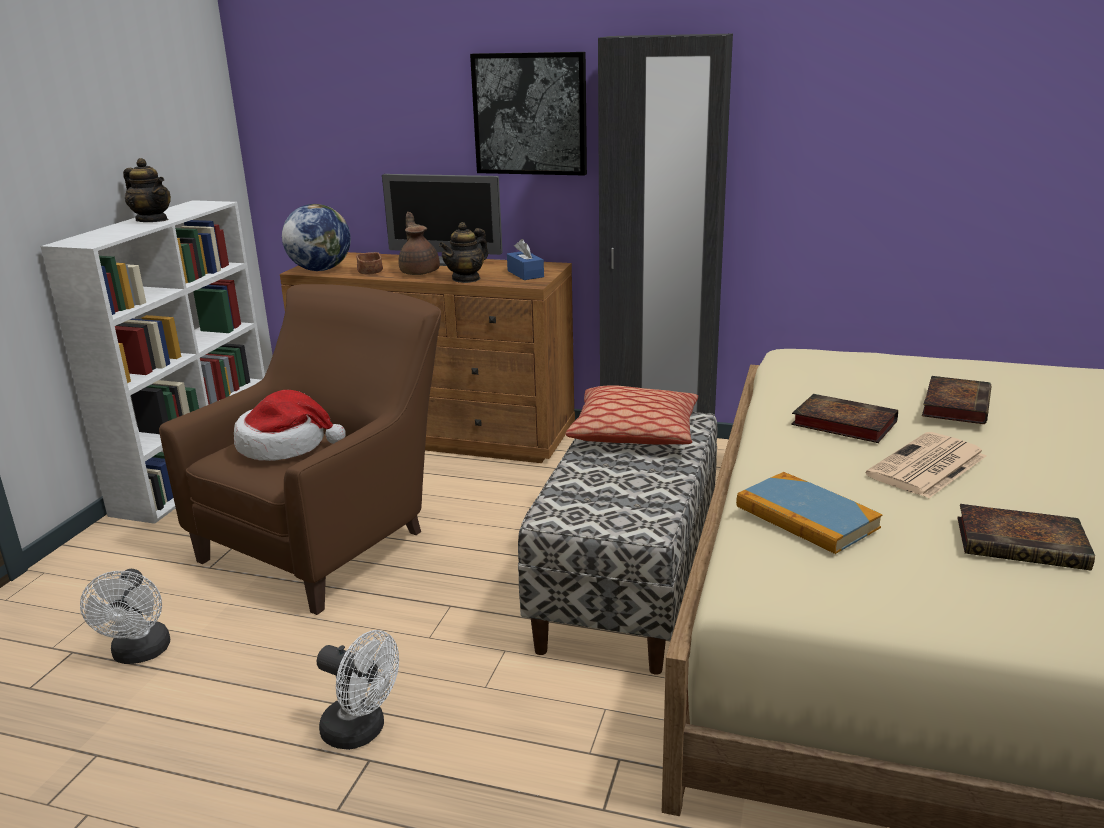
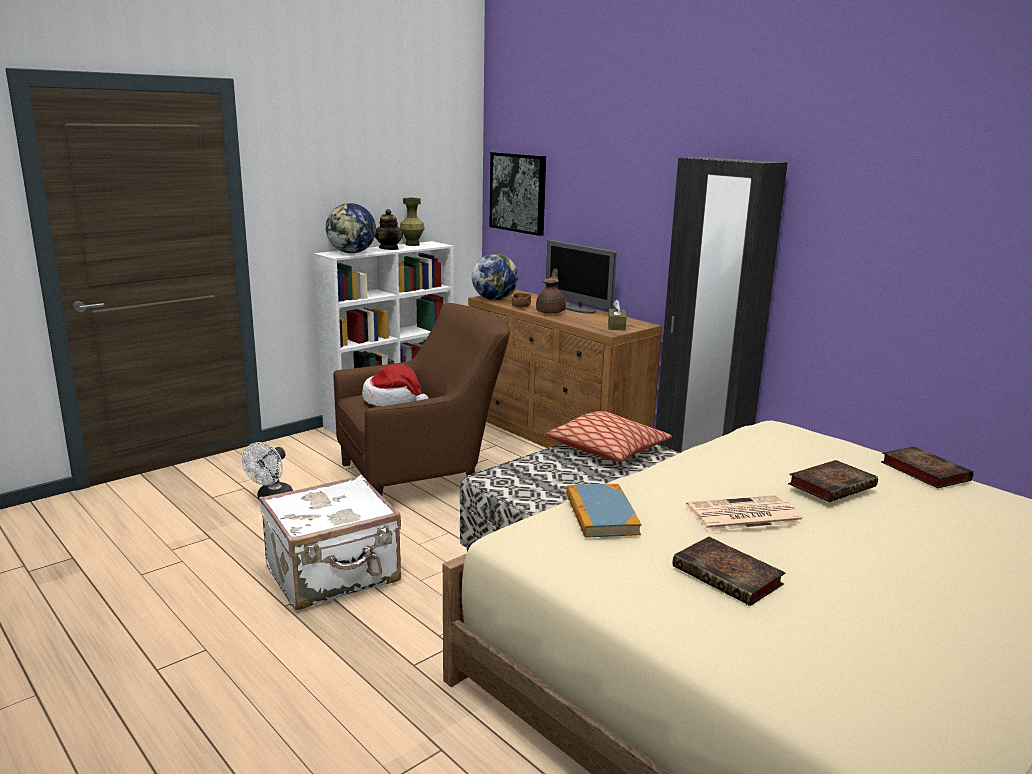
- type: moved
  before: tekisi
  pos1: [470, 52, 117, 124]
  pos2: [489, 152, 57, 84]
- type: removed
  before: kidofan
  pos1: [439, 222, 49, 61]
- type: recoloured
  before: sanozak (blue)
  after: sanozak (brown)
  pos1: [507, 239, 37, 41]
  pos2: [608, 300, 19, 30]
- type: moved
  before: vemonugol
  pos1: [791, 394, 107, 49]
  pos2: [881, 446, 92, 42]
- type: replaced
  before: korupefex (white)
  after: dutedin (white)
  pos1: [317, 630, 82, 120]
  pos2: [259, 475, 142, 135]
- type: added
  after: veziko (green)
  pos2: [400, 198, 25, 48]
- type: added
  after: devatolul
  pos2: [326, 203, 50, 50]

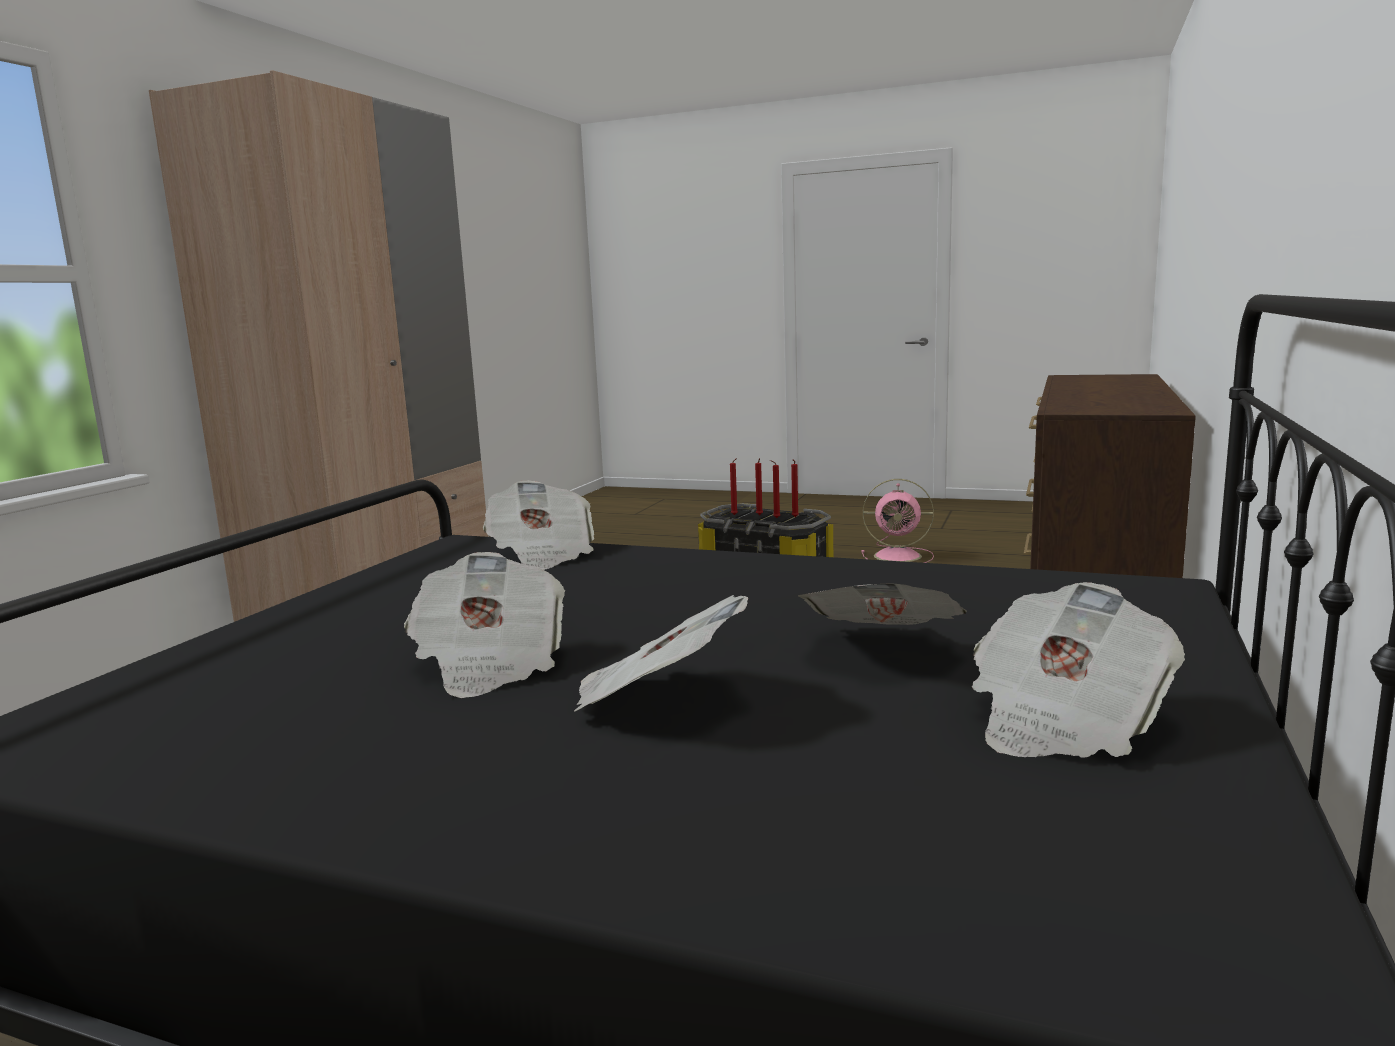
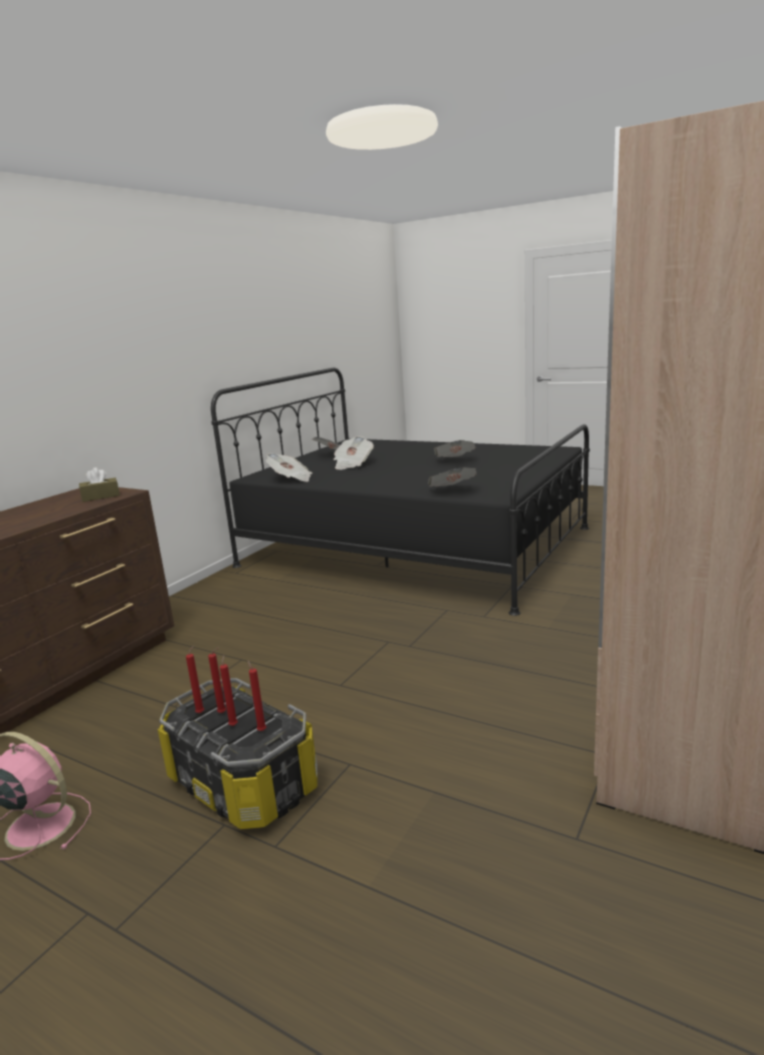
- type: moved
  before: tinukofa
  pos1: [574, 595, 174, 117]
  pos2: [266, 453, 46, 29]
- type: added
  after: sanozak (brown)
  pos2: [79, 467, 41, 35]

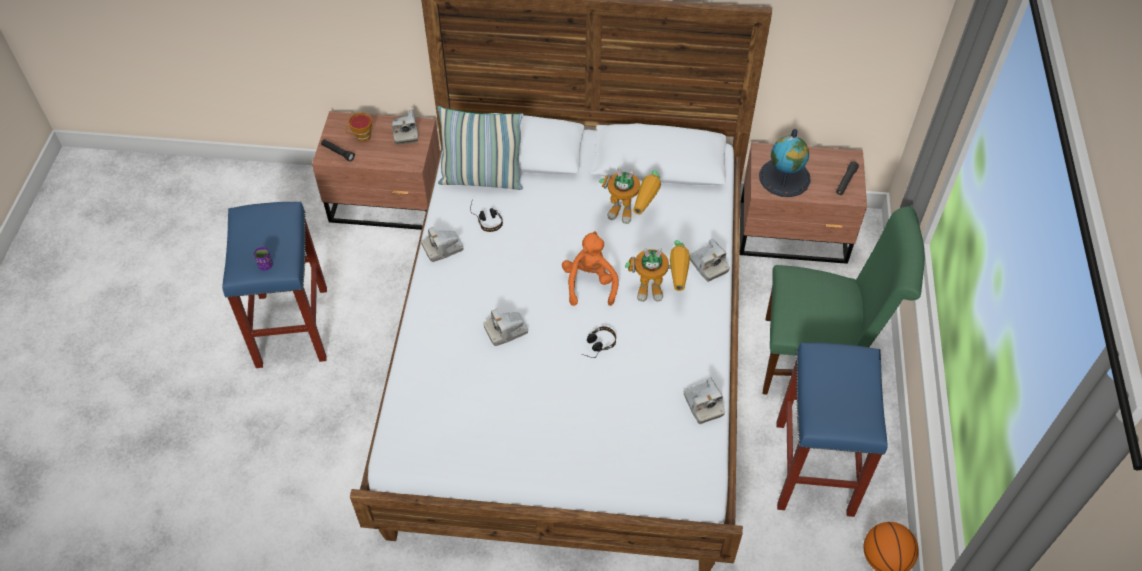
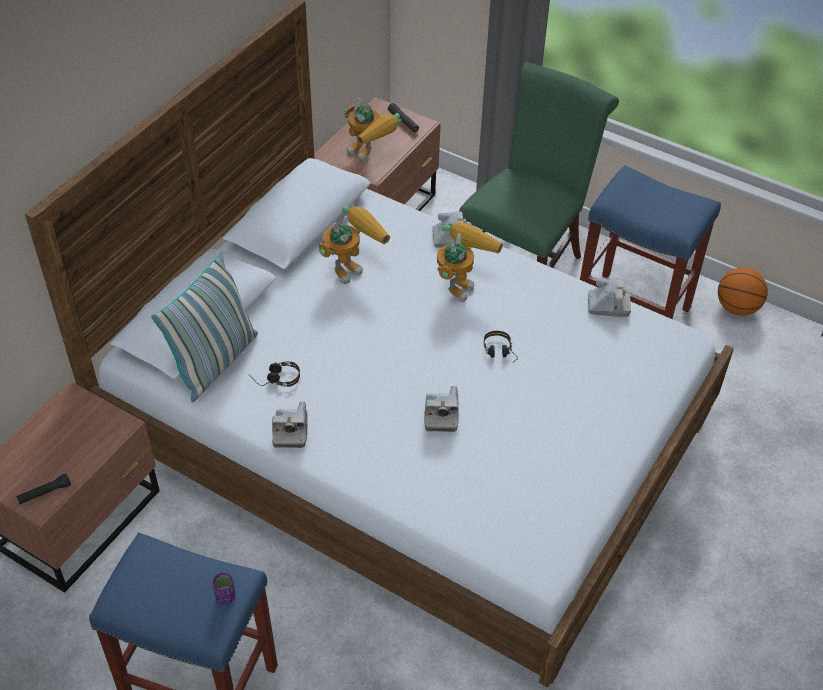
- type: removed
  before: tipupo
  pos1: [392, 109, 26, 36]
- type: removed
  before: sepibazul
  pos1: [346, 113, 26, 29]
- type: replaced
  before: devatolul
  after: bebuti
  pos1: [759, 129, 52, 68]
  pos2: [344, 98, 57, 63]
- type: removed
  before: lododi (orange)
  pos1: [562, 231, 56, 75]

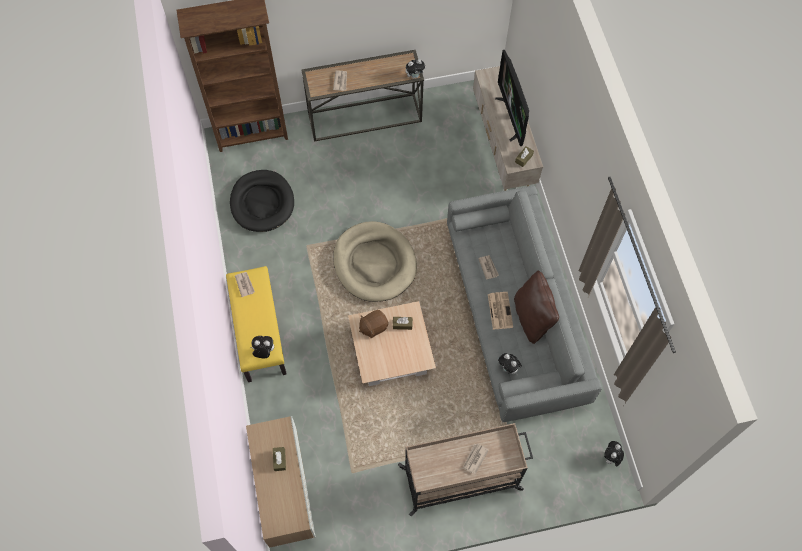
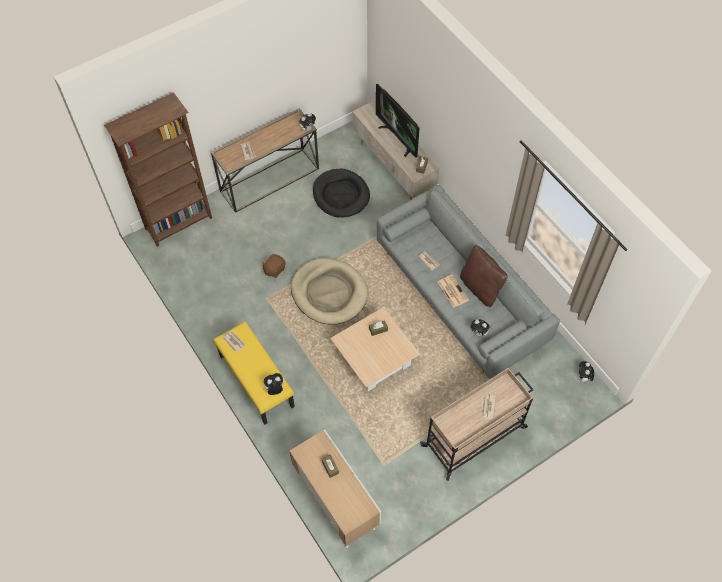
- type: moved
  before: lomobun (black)
  pos1: [230, 170, 64, 62]
  pos2: [313, 169, 57, 49]
- type: moved
  before: lododi (brown)
  pos1: [359, 310, 29, 28]
  pos2: [262, 254, 24, 24]

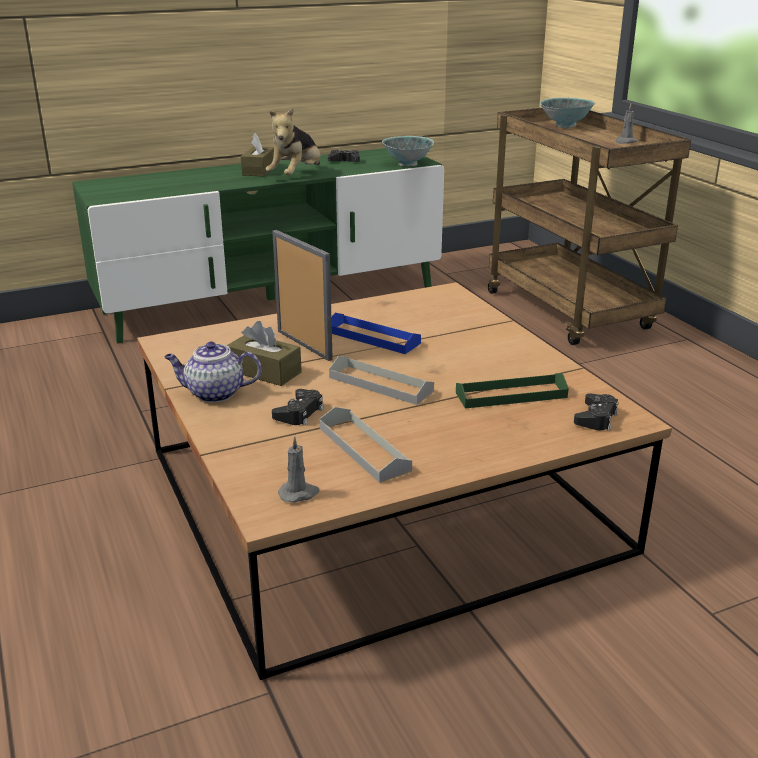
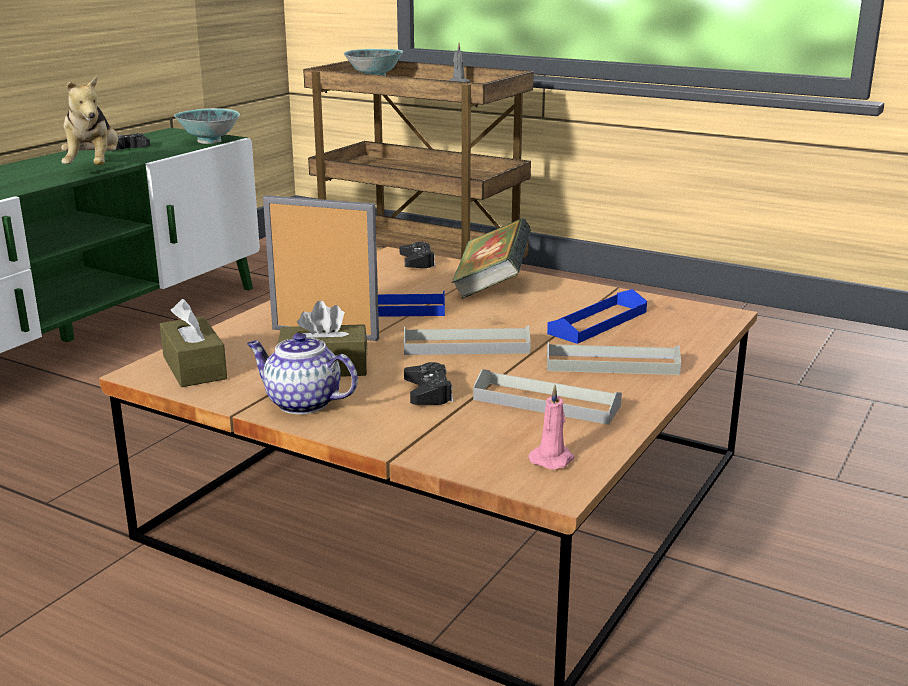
- type: moved
  before: sanozak (brown)
  pos1: [241, 133, 33, 43]
  pos2: [160, 299, 67, 88]
- type: turned
  before: kidofan
  pos1: [164, 342, 97, 61]
  pos2: [247, 333, 111, 81]
  turn: 60
- type: recoloured
  before: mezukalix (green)
  after: mezukalix (blue)
  pos1: [456, 373, 113, 35]
  pos2: [547, 289, 100, 55]
- type: moved
  before: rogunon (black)
  pos1: [574, 393, 44, 38]
  pos2: [400, 241, 36, 27]
- type: recoloured
  before: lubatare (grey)
  after: lubatare (pink)
  pos1: [278, 436, 41, 67]
  pos2: [528, 385, 46, 85]
- type: added
  after: vemonugol
  pos2: [451, 218, 80, 81]
- type: added
  after: mezukalix (grey)
  pos2: [547, 342, 134, 33]

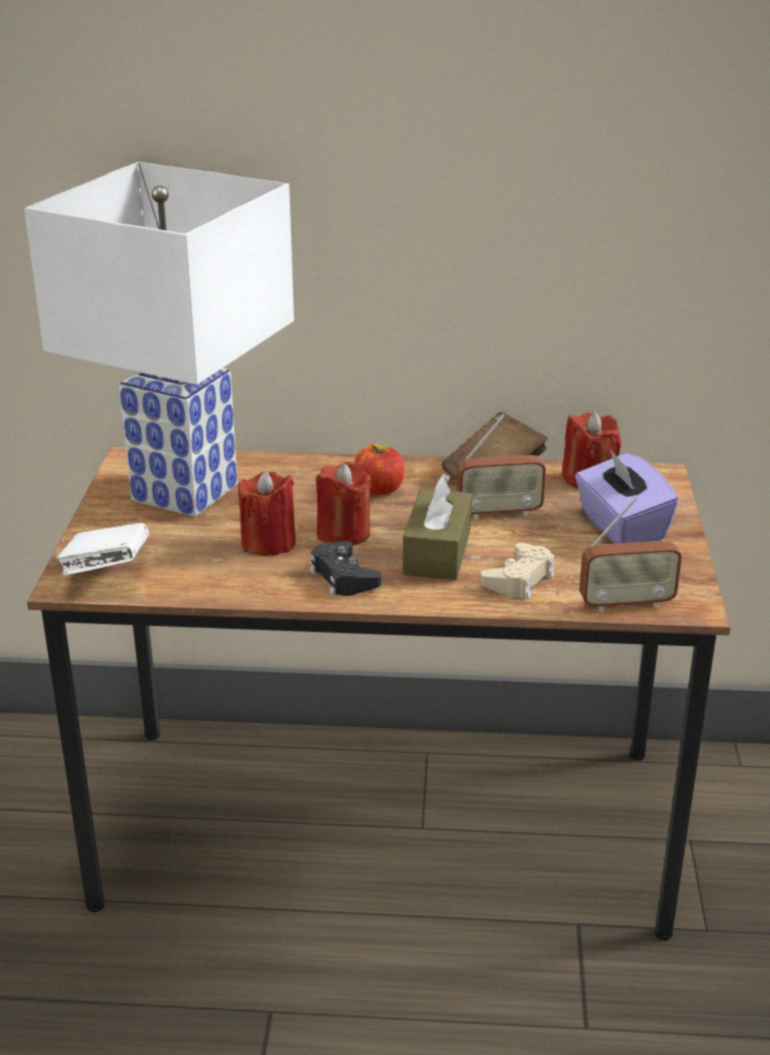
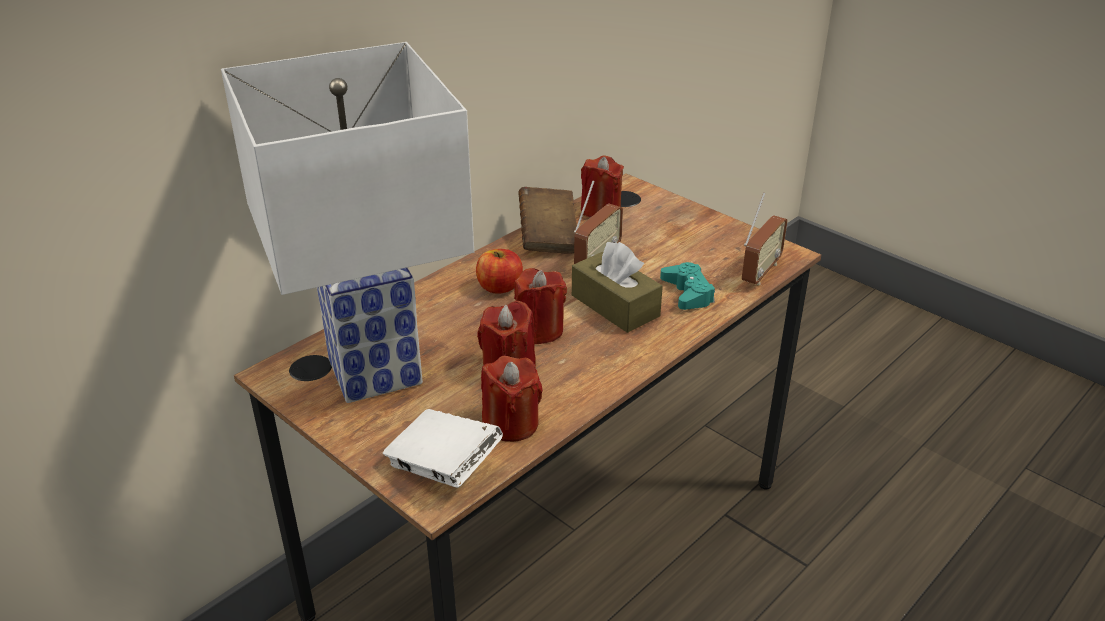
- type: removed
  before: sanozak (purple)
  pos1: [575, 449, 104, 95]
- type: removed
  before: rogunon (black)
  pos1: [310, 541, 71, 55]
- type: recoloured
  before: rogunon (beige)
  after: rogunon (turquoise)
  pos1: [480, 543, 75, 56]
  pos2: [660, 262, 55, 48]
- type: added
  after: lubatare (red)
  pos2: [481, 356, 62, 86]

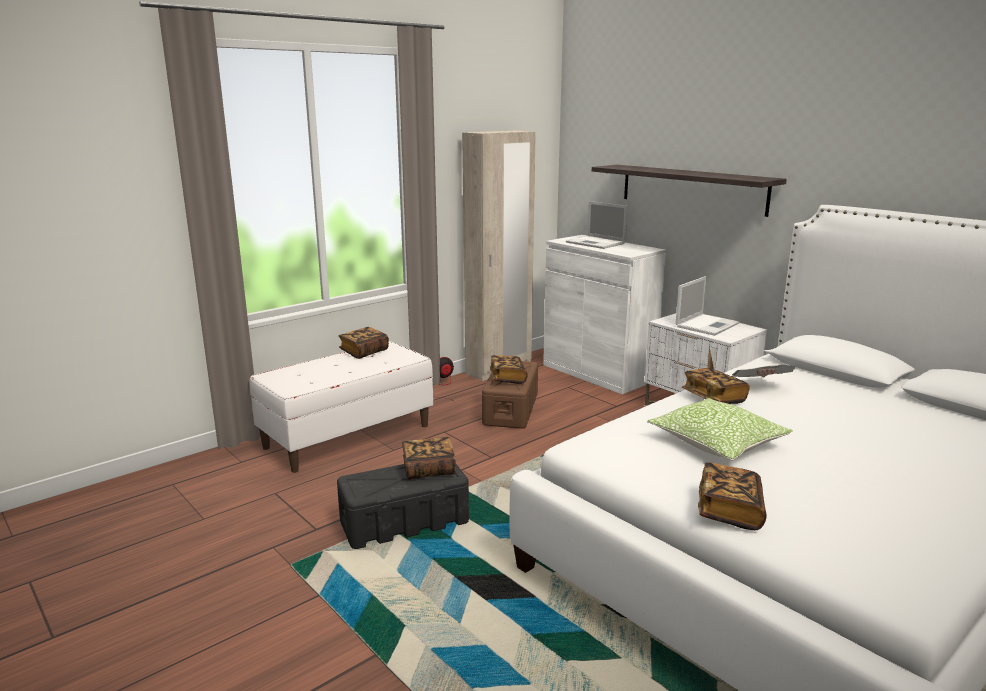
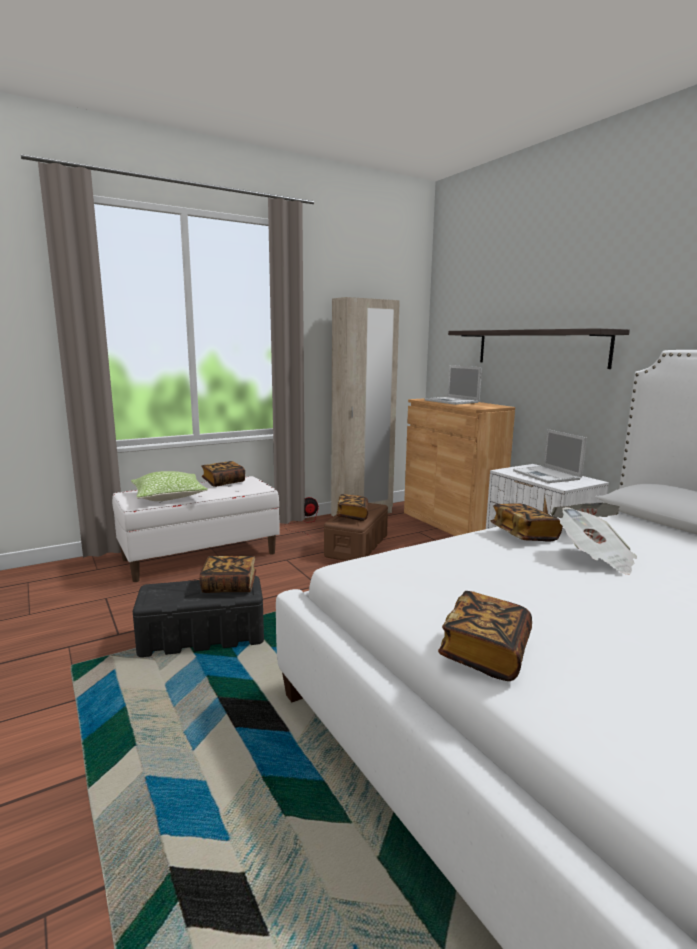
- type: recoloured
  before: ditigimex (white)
  after: ditigimex (brown)
  pos1: [543, 235, 123, 159]
  pos2: [404, 398, 111, 138]
- type: turned
  before: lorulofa
  pos1: [675, 276, 64, 60]
  pos2: [513, 429, 74, 54]
  turn: 105
- type: moved
  before: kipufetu
  pos1: [647, 398, 146, 63]
  pos2: [131, 471, 77, 30]
- type: added
  after: tinukofa
  pos2: [560, 507, 77, 68]

